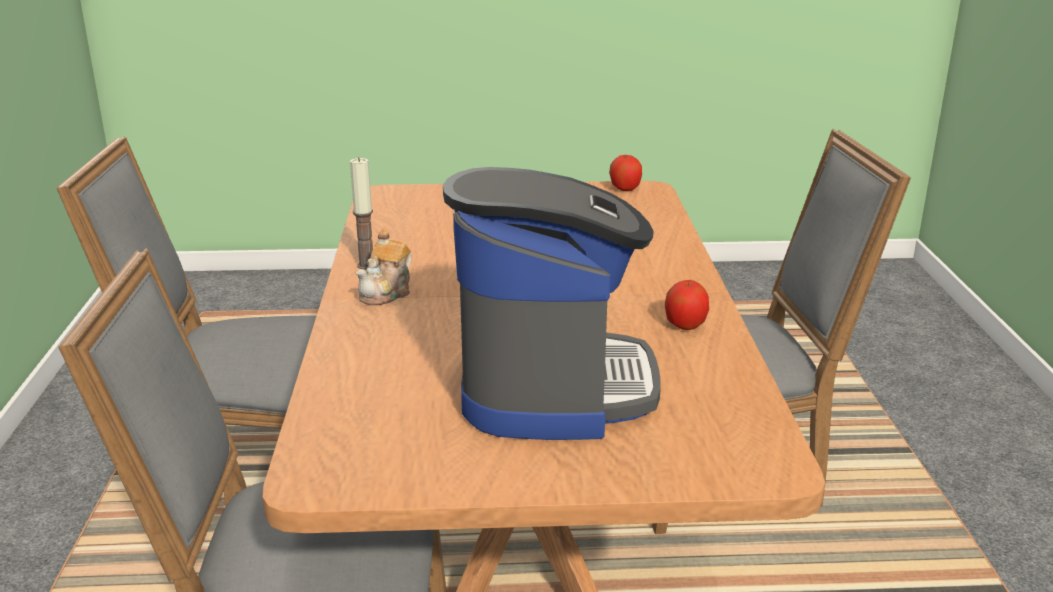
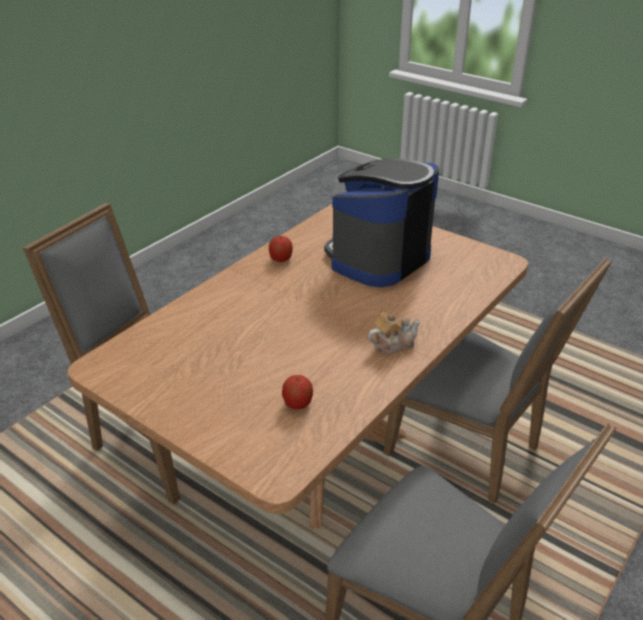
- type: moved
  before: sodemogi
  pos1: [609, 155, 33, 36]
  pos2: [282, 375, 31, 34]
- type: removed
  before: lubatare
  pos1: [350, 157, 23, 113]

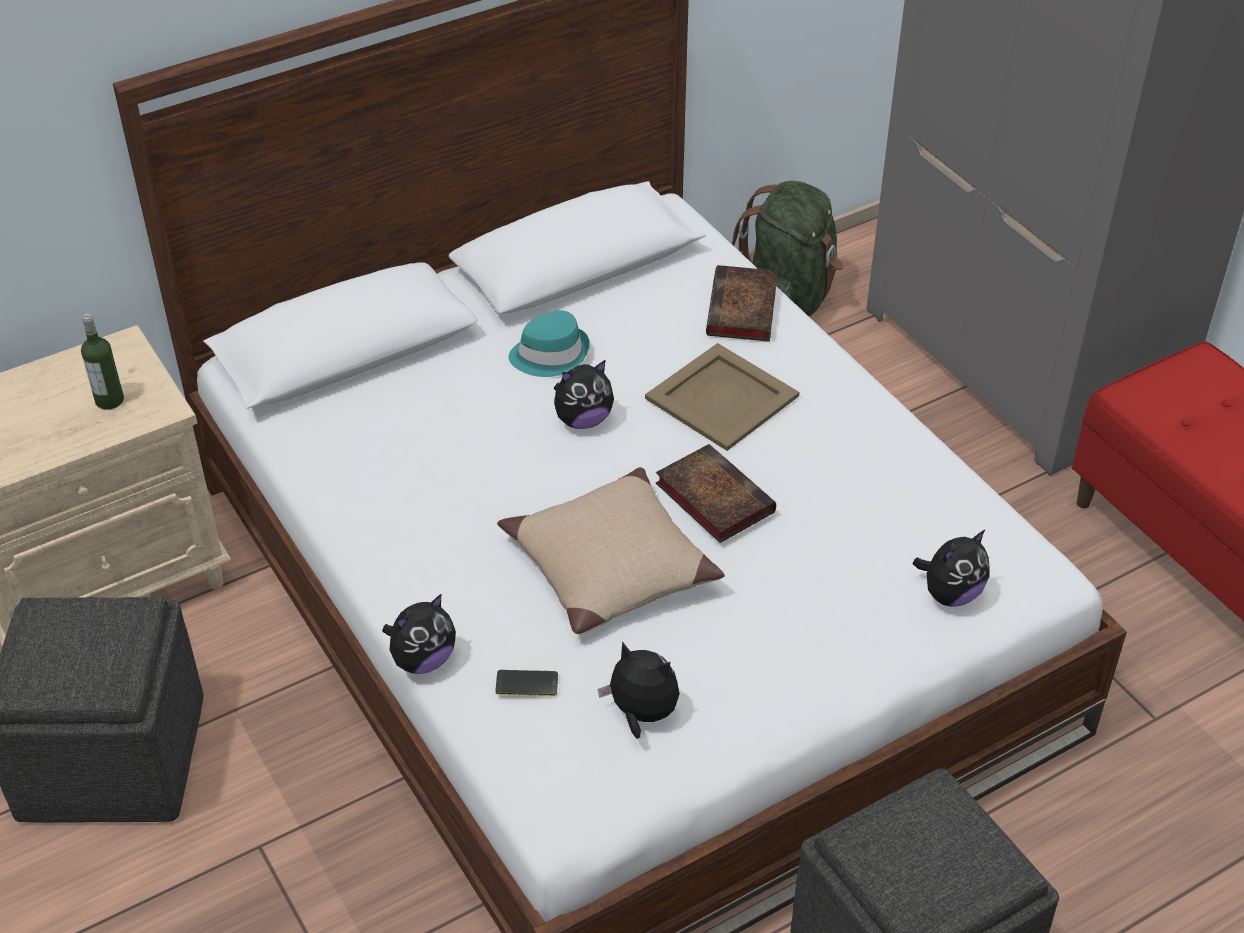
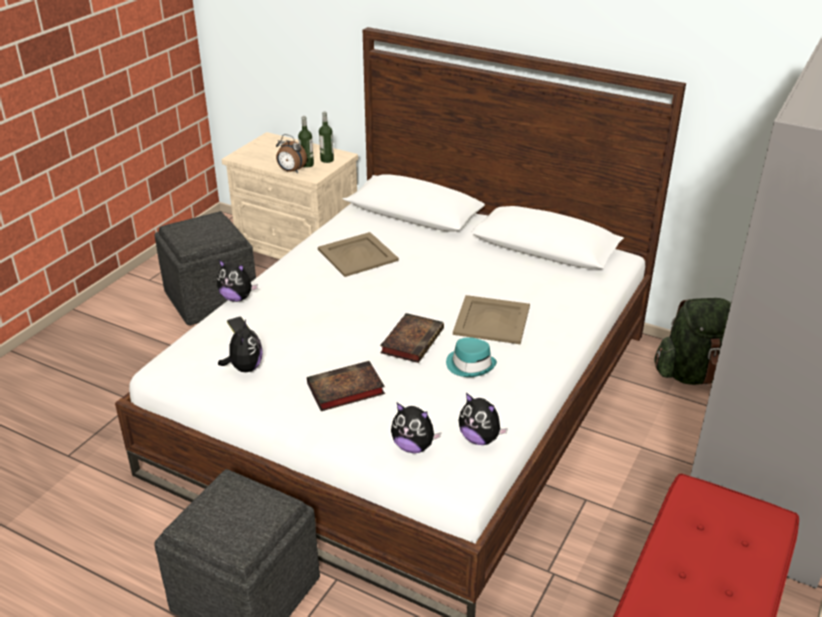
- type: moved
  before: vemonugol
  pos1: [706, 265, 72, 77]
  pos2: [307, 361, 78, 50]
- type: moved
  before: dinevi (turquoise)
  pos1: [509, 311, 81, 66]
  pos2: [446, 337, 51, 40]
- type: moved
  before: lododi
  pos1: [554, 360, 60, 69]
  pos2: [459, 393, 49, 52]
- type: removed
  before: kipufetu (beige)
  pos1: [497, 467, 228, 167]
- type: added
  after: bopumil
  pos2: [319, 112, 15, 51]
- type: added
  after: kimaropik
  pos2: [276, 134, 31, 39]
- type: added
  after: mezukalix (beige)
  pos2: [318, 232, 81, 45]

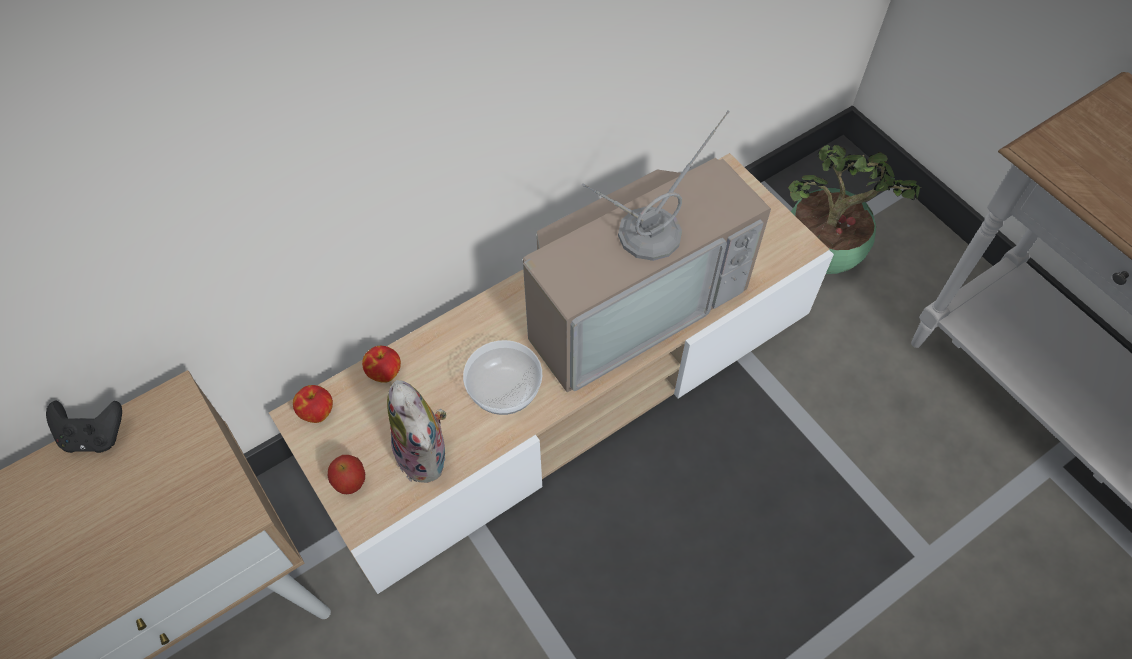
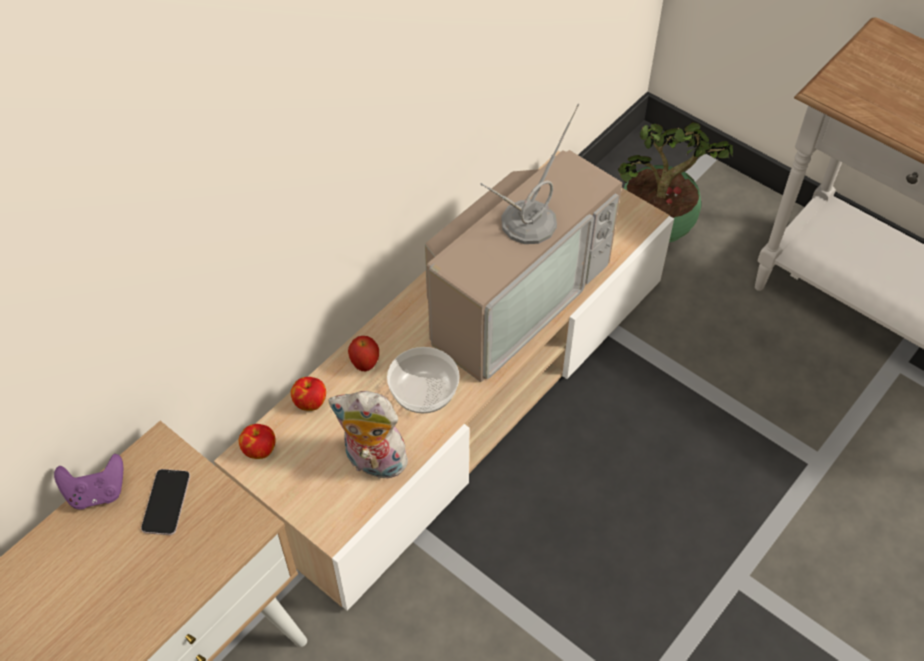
- type: turned
  before: lododi
  pos1: [387, 380, 59, 103]
  pos2: [328, 391, 83, 88]
  turn: 150
- type: recoloured
  before: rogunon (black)
  after: rogunon (purple)
  pos1: [46, 401, 76, 52]
  pos2: [54, 454, 69, 55]
- type: moved
  before: sodemogi
  pos1: [328, 455, 37, 39]
  pos2: [348, 336, 31, 36]
- type: added
  after: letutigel
  pos2: [141, 469, 49, 66]

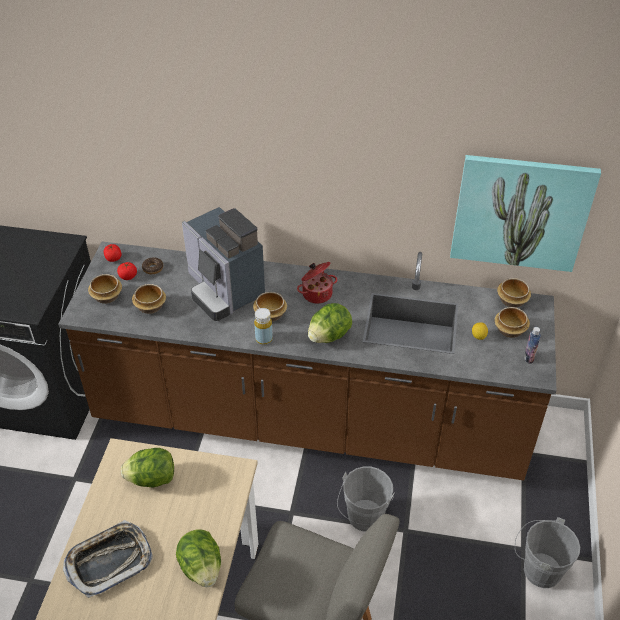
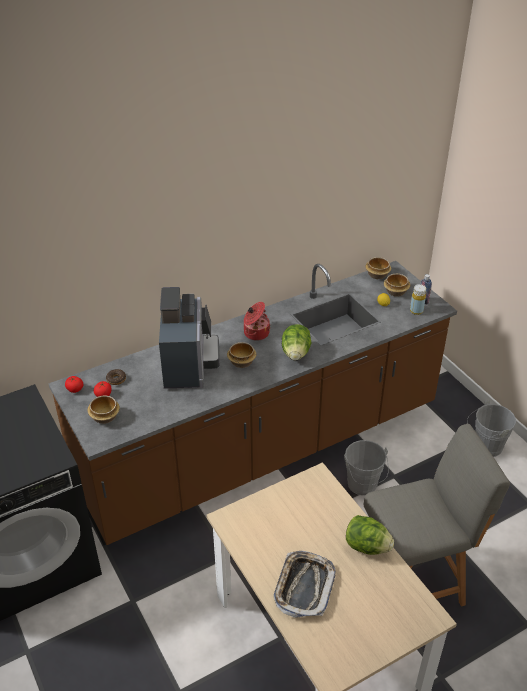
- type: removed
  before: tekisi
  pos1: [450, 155, 151, 117]
- type: turned
  before: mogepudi
  pos1: [182, 207, 83, 114]
  pos2: [159, 287, 60, 102]
  turn: -105
- type: removed
  before: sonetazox
  pos1: [132, 284, 34, 30]
- type: moved
  before: bopumil (yellow)
  pos1: [254, 308, 19, 37]
  pos2: [410, 284, 16, 31]
- type: removed
  before: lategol
  pos1: [121, 448, 53, 40]

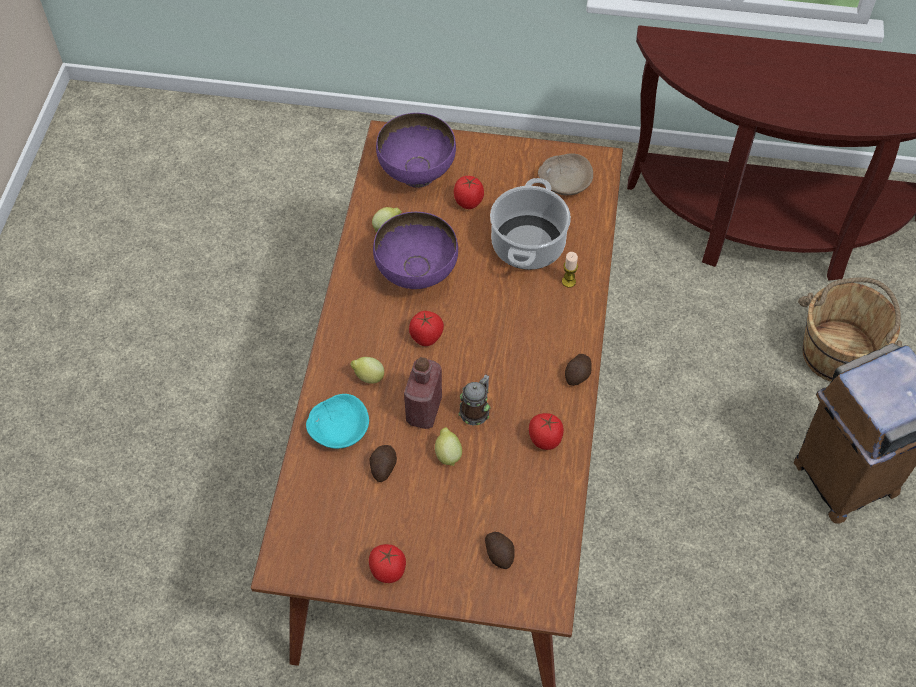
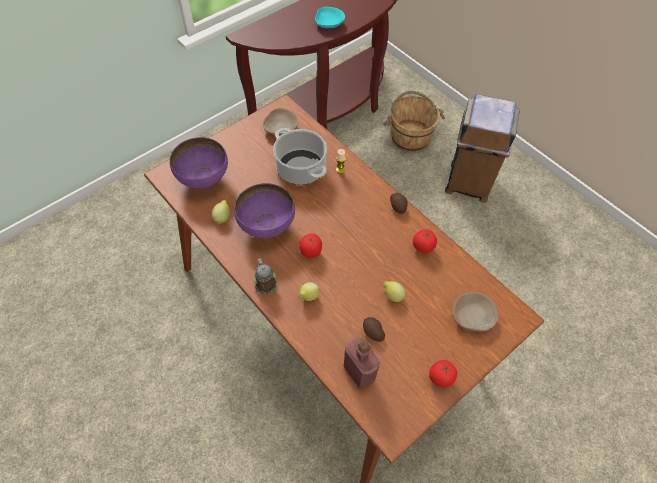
- type: removed
  before: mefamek
  pos1: [454, 176, 30, 33]
- type: moved
  before: bopumil (red)
  pos1: [404, 357, 38, 72]
  pos2: [344, 338, 36, 51]
- type: moved
  before: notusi
  pos1: [458, 374, 32, 51]
  pos2: [254, 258, 23, 37]
- type: moved
  before: sonetazox (turquoise)
  pos1: [306, 394, 63, 55]
  pos2: [315, 7, 30, 21]
- type: replaced
  before: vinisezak
  after: sonetazox (beige)
  pos1: [485, 532, 30, 37]
  pos2: [453, 292, 46, 40]

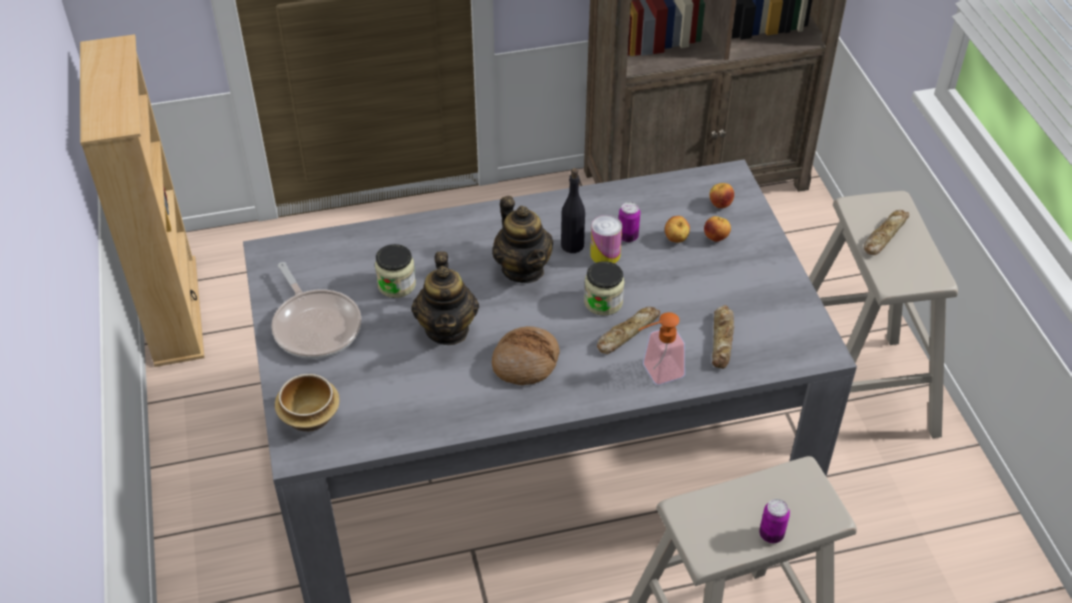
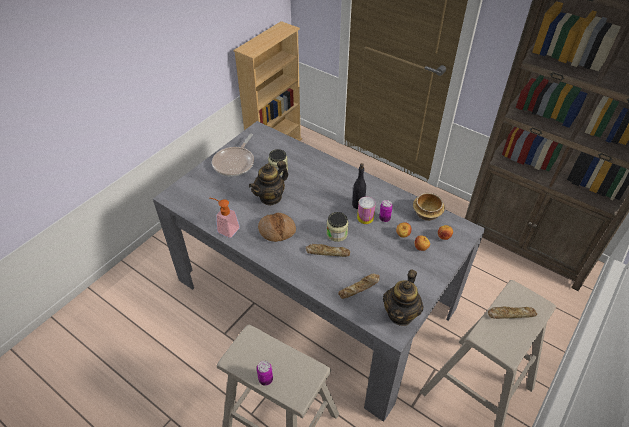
- type: moved
  before: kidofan
  pos1: [492, 196, 61, 87]
  pos2: [383, 269, 40, 57]
- type: moved
  before: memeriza
  pos1: [638, 312, 47, 73]
  pos2: [209, 197, 31, 41]
- type: moved
  before: sonetazox
  pos1: [275, 374, 65, 58]
  pos2: [413, 193, 32, 28]

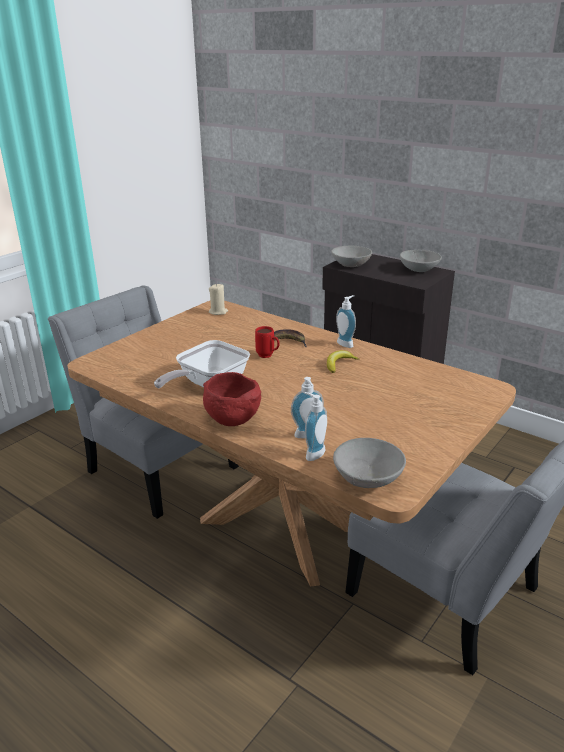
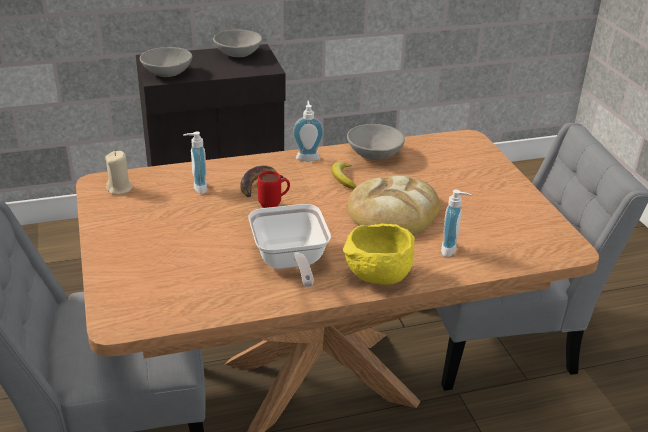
- type: recoloured
  before: sonetazox (red)
  after: sonetazox (yellow)
  pos1: [203, 372, 58, 54]
  pos2: [343, 224, 72, 61]
- type: moved
  before: memeriza
  pos1: [304, 392, 23, 69]
  pos2: [183, 131, 24, 63]
- type: moved
  before: sonetazox (grey)
  pos1: [333, 438, 73, 50]
  pos2: [347, 124, 58, 36]
- type: added
  after: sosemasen
  pos2: [348, 176, 93, 59]

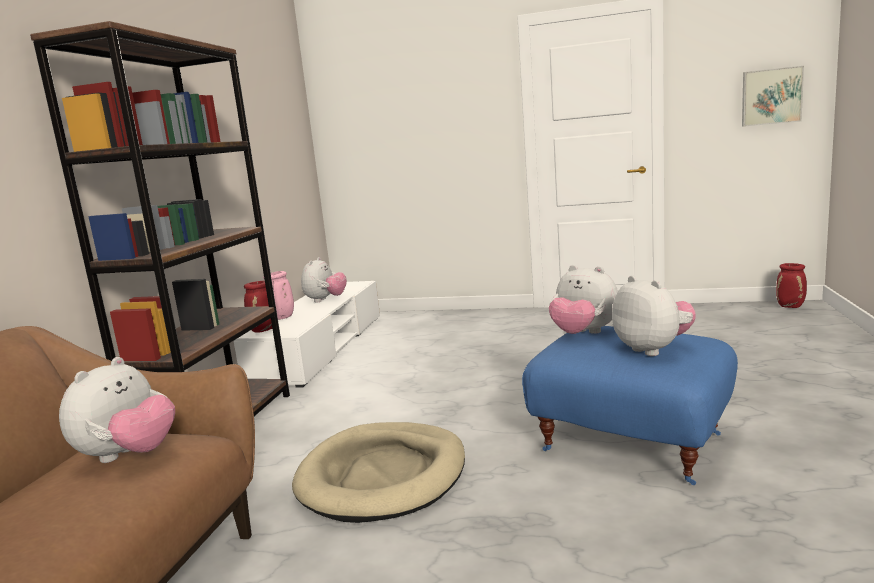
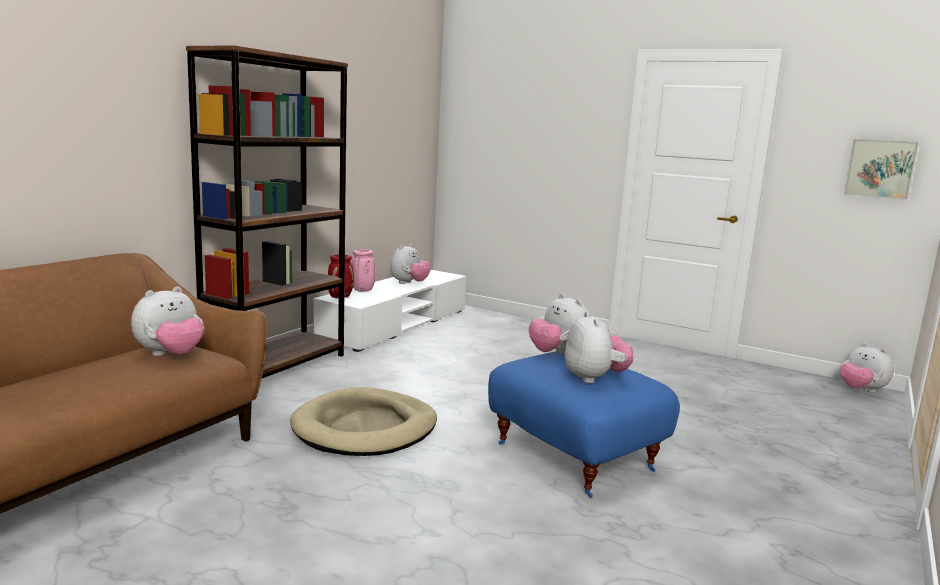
- type: replaced
  before: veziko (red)
  after: lododi
  pos1: [776, 263, 31, 45]
  pos2: [840, 343, 54, 50]

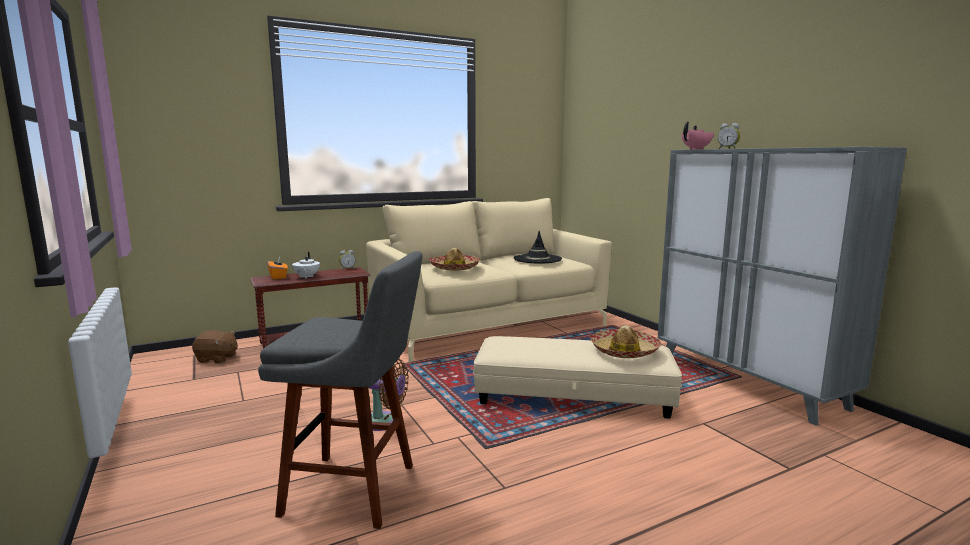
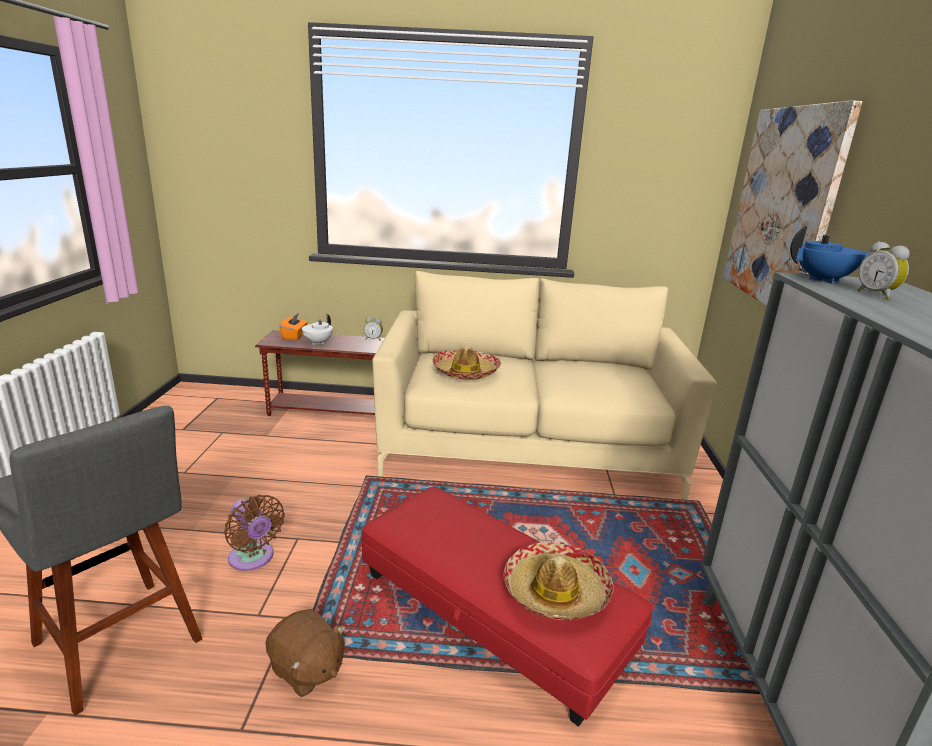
- type: recoloured
  before: kidofan (pink)
  after: kidofan (blue)
  pos1: [681, 121, 33, 29]
  pos2: [790, 226, 80, 58]
- type: removed
  before: dinevi (black)
  pos1: [514, 231, 48, 33]
- type: moved
  before: lododi (brown)
  pos1: [192, 330, 46, 33]
  pos2: [266, 609, 80, 88]
- type: recoloured
  before: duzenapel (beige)
  after: duzenapel (red)
  pos1: [473, 336, 209, 83]
  pos2: [361, 487, 292, 240]
- type: added
  after: tekisi
  pos2: [723, 100, 139, 206]

